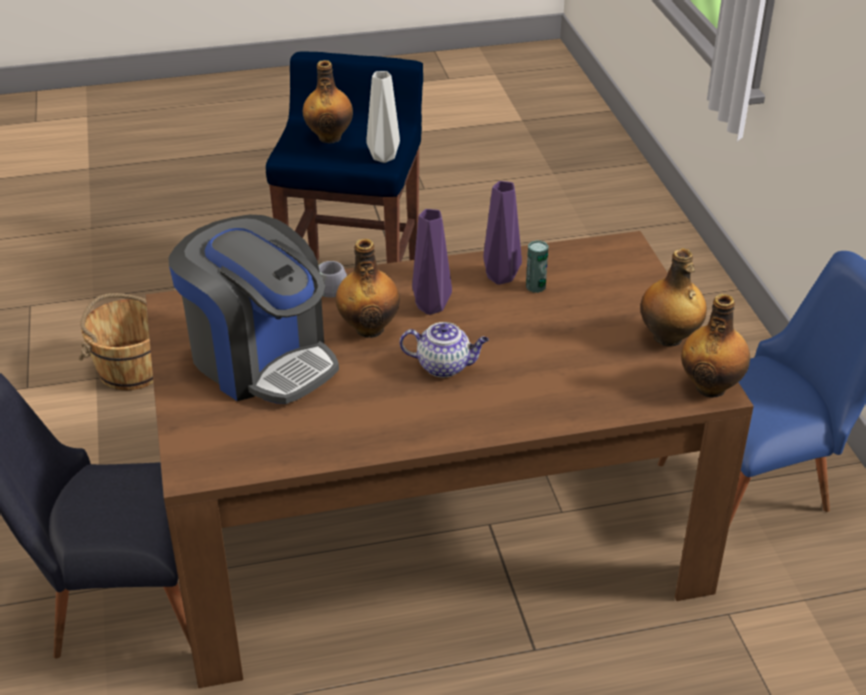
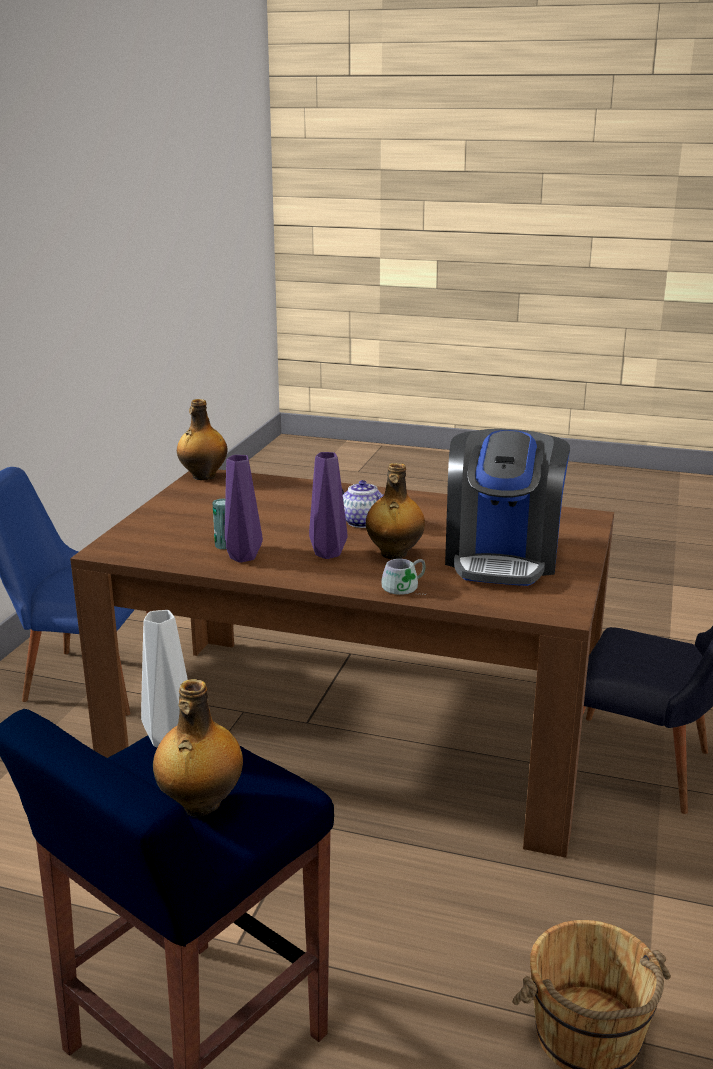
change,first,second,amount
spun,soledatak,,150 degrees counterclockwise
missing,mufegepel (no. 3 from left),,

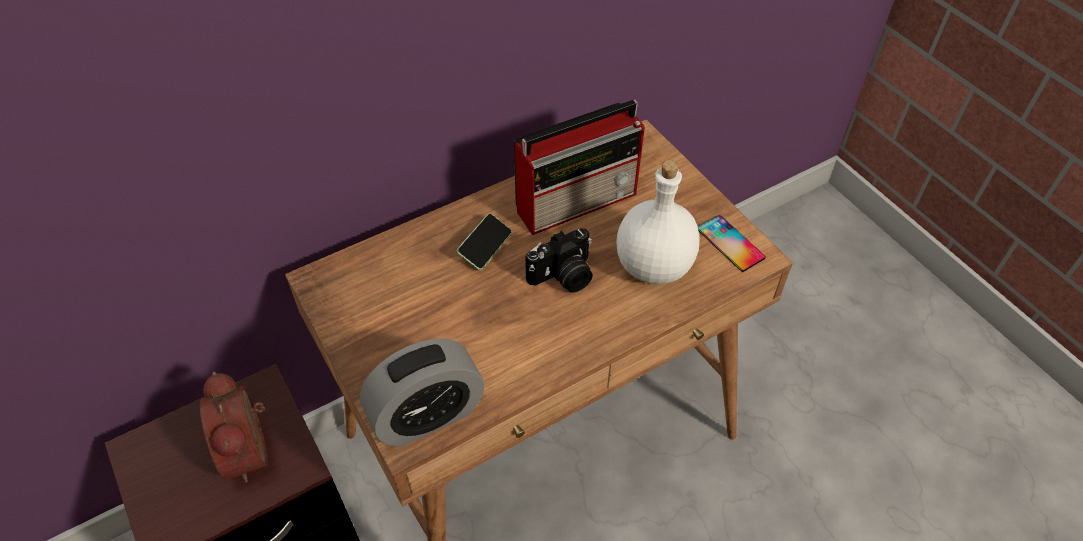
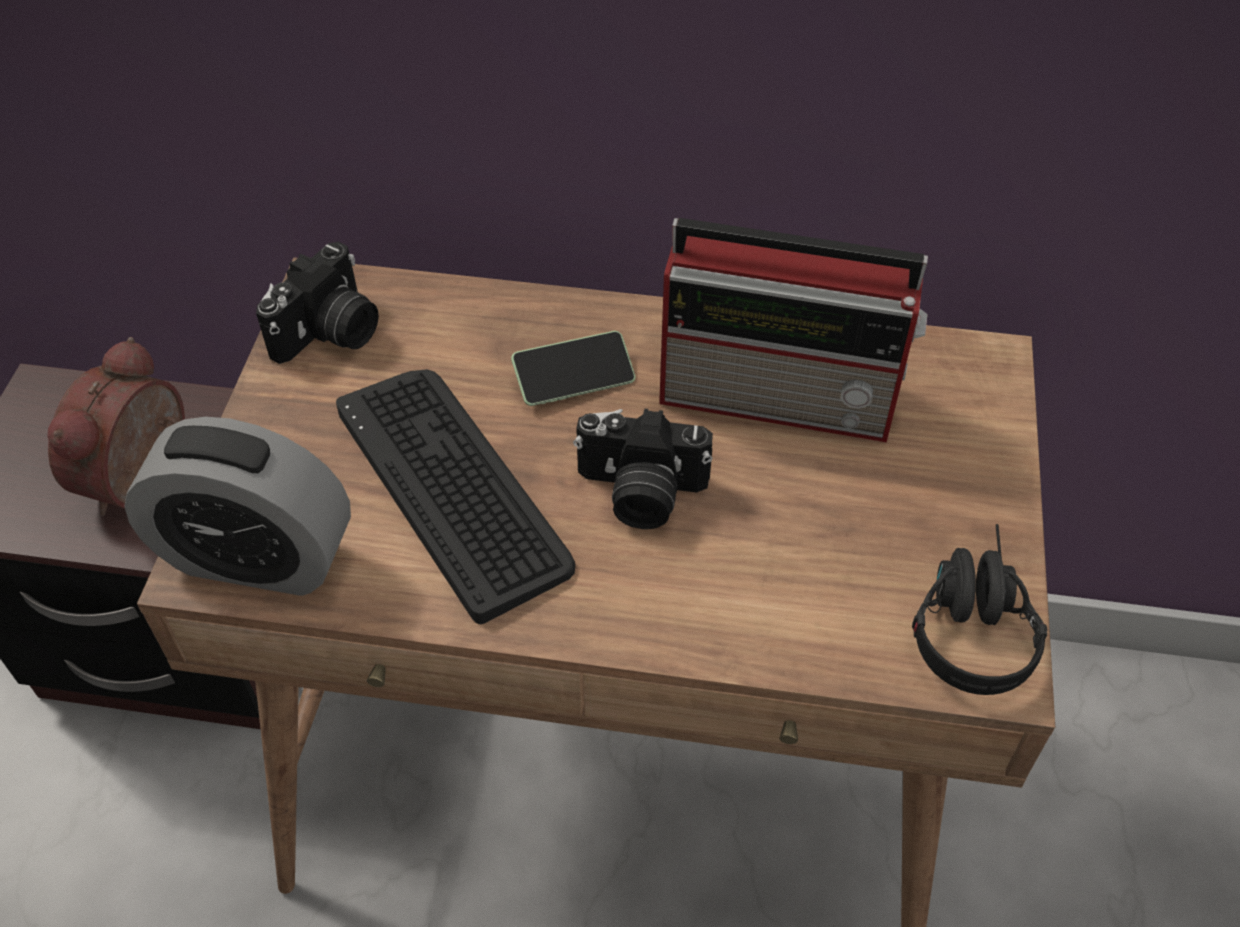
change,first,second,amount
missing,white_mufegepel,,
exchanged,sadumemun (no. 2 from left),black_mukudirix,
appeared,,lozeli (no. 1 from left),
appeared,,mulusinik,

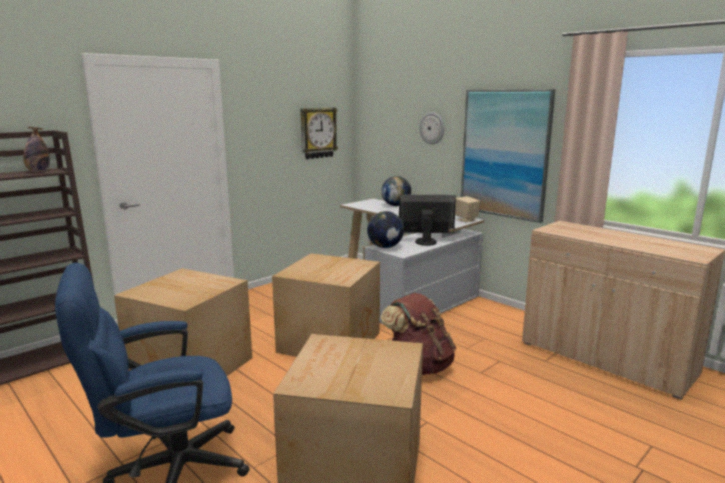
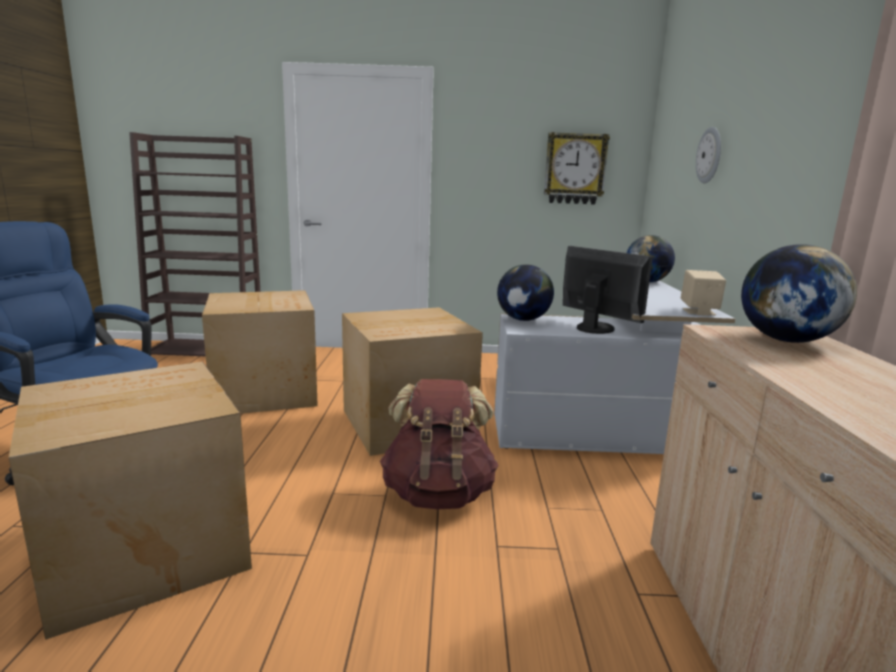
change,first,second,amount
missing,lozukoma,,
missing,mufegepel,,
appeared,,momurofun (no. 3 from left),

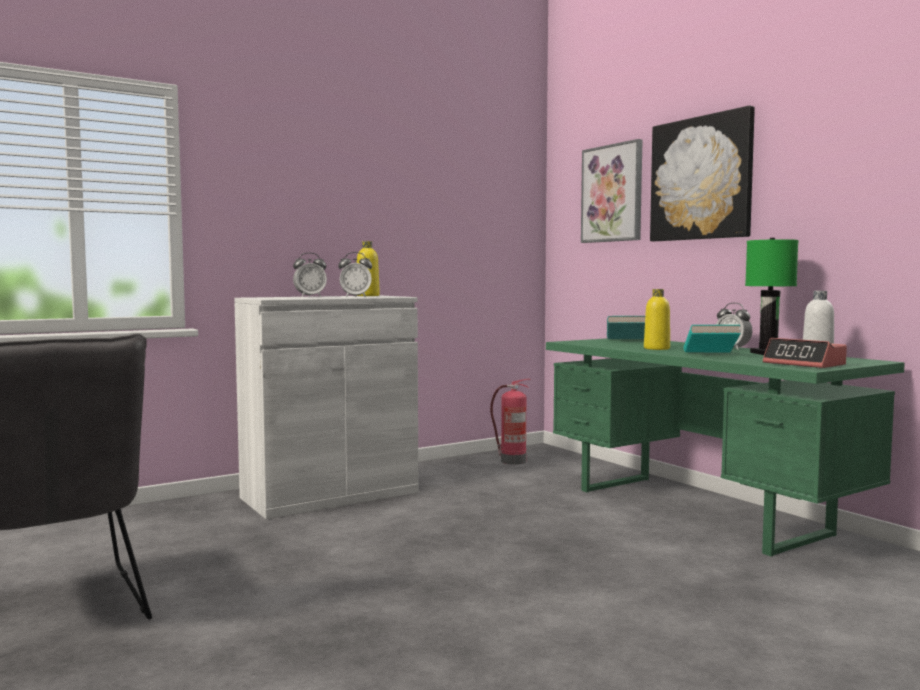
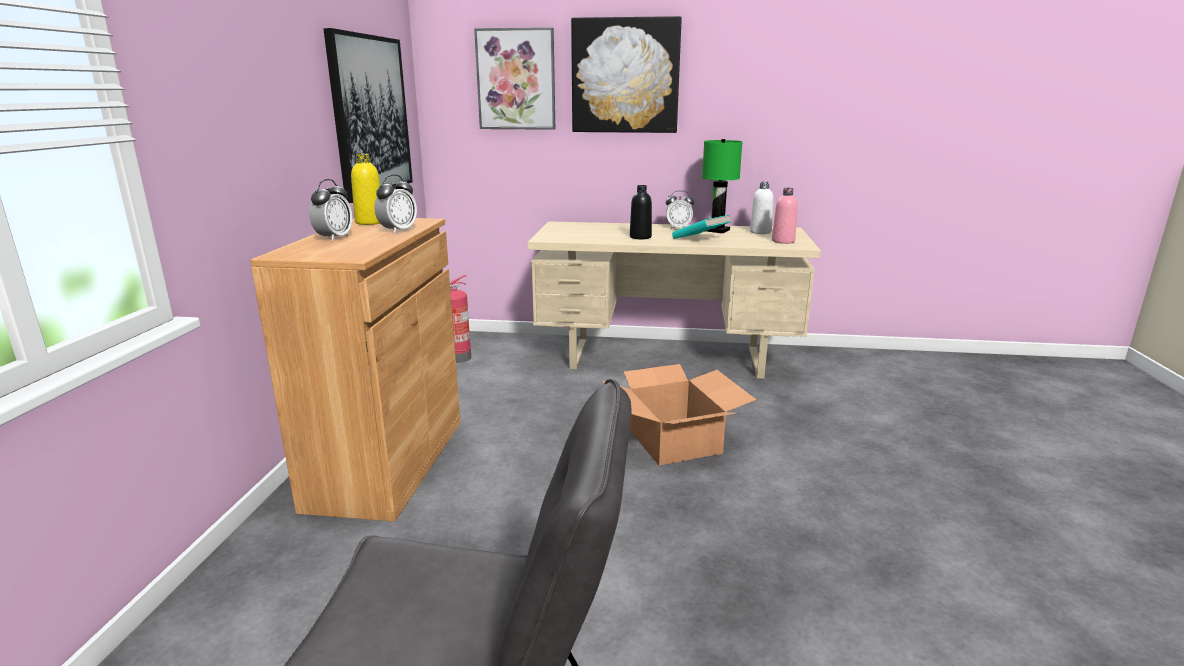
change,first,second,amount
colour,yellow_mufegepel (no. 2 from left),black_mufegepel,
colour,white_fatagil,brown_fatagil,
missing,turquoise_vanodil (no. 1 from left),,
colour,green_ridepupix,beige_ridepupix,
exchanged,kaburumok (no. 4 from left),pink_mufegepel,
appeared,,lozukoma (no. 1 from left),
appeared,,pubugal,

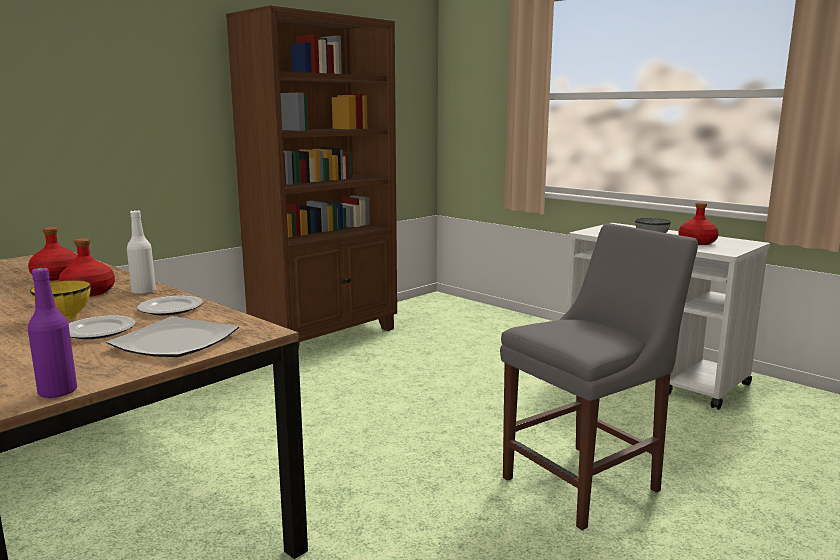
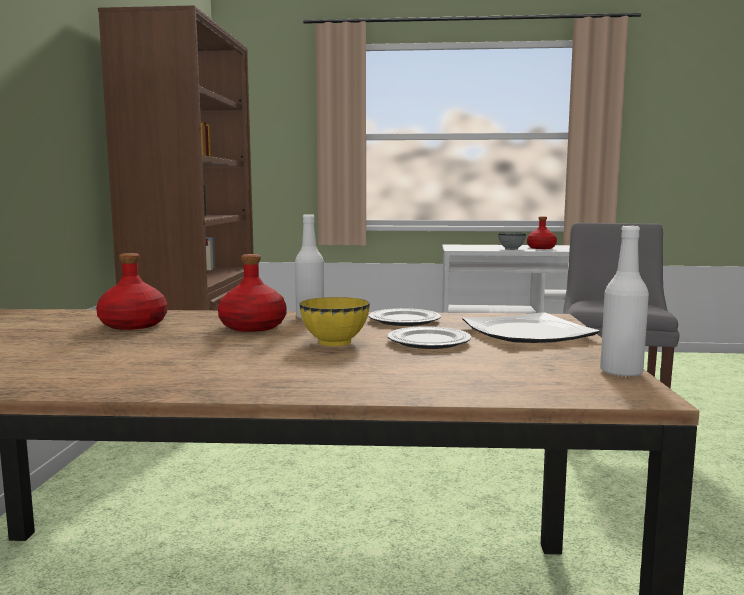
change,first,second,amount
colour,purple_mufegepel,white_mufegepel (no. 2 from left),

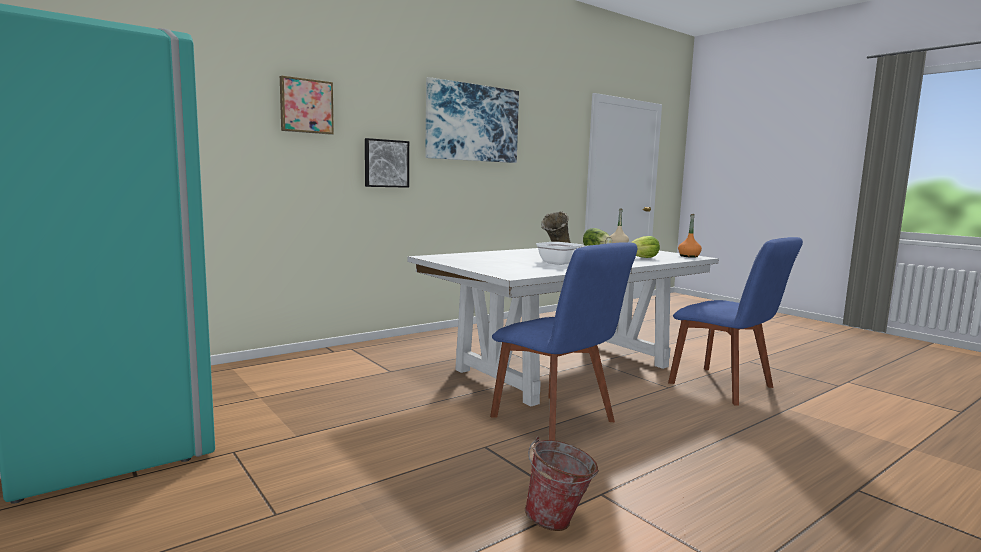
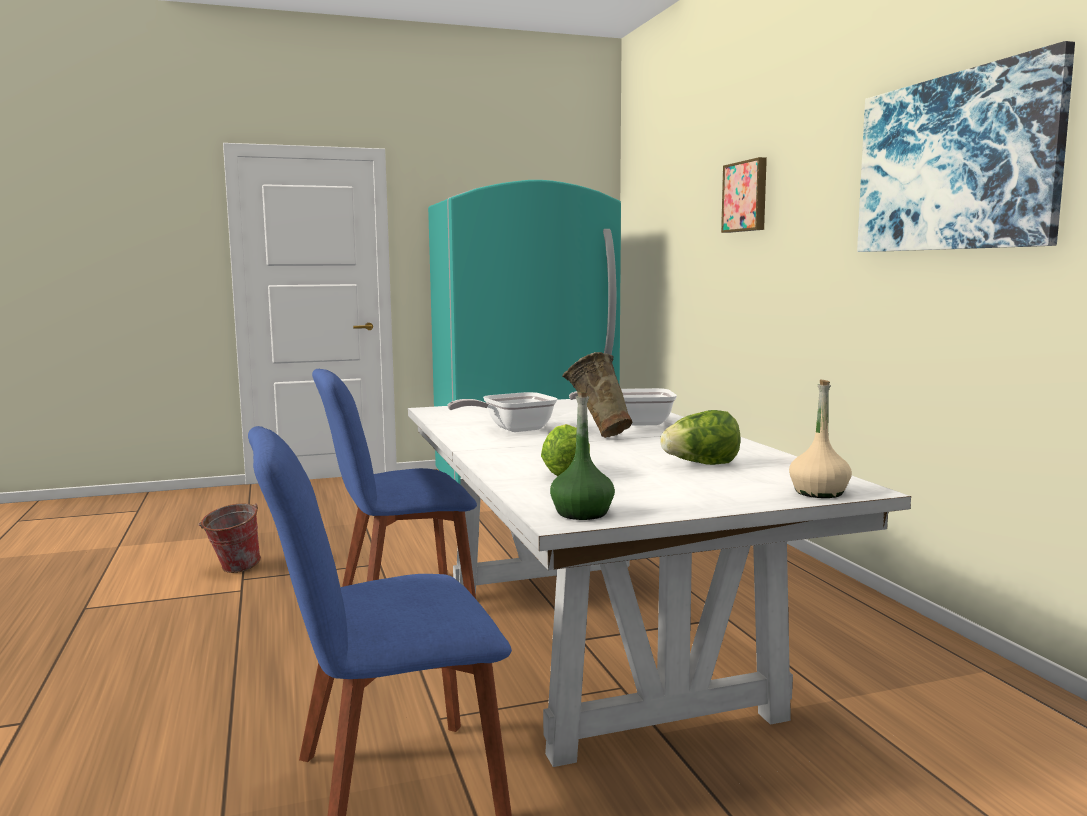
change,first,second,amount
missing,lozukoma (no. 2 from left),,
colour,orange_mufegepel,green_mufegepel,
appeared,,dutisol (no. 2 from left),

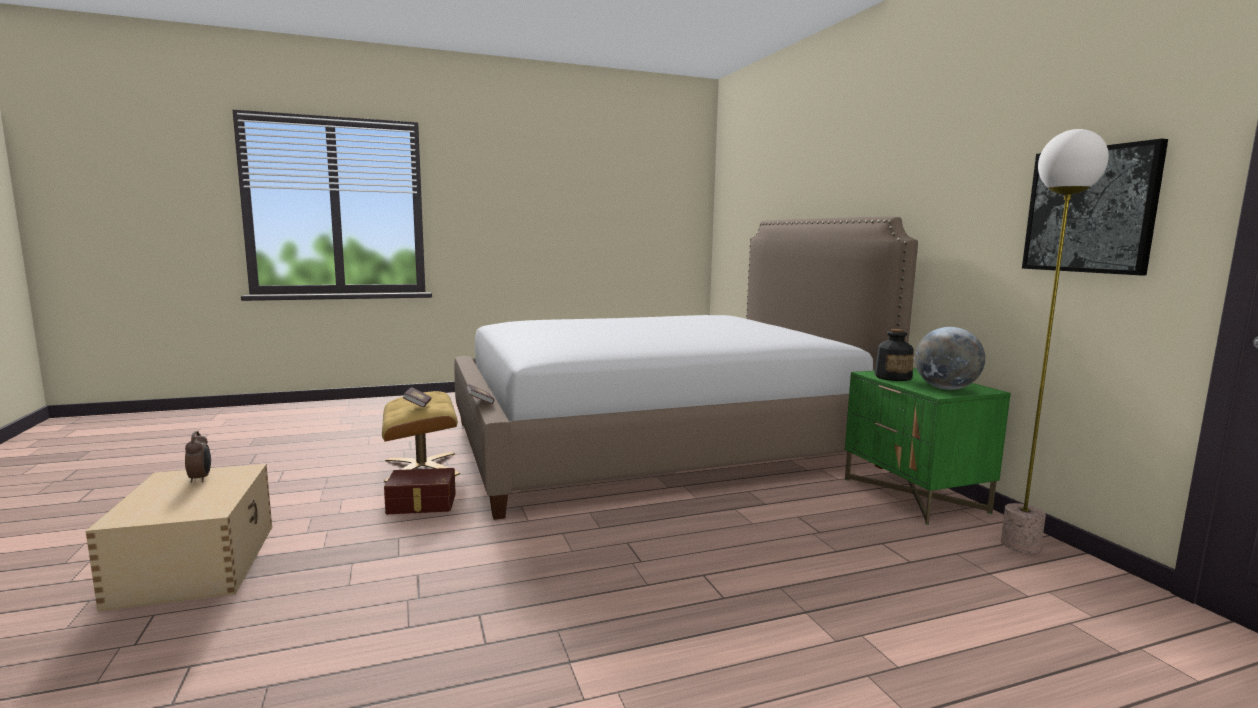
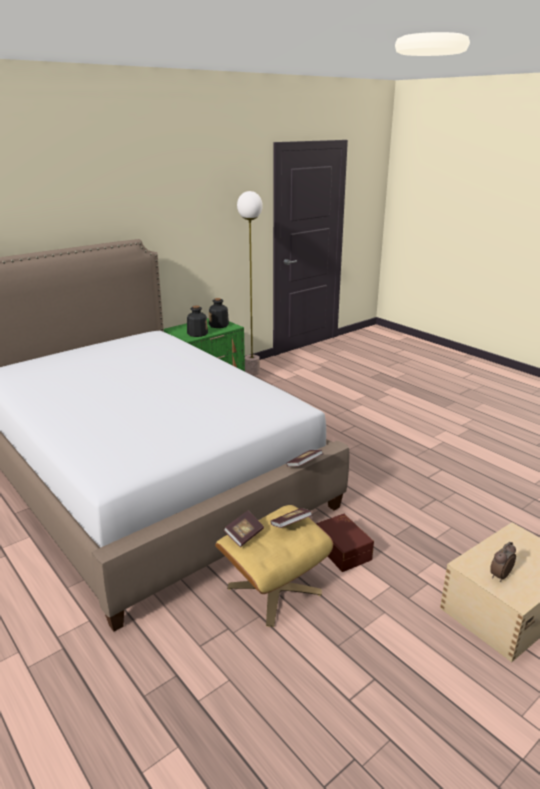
change,first,second,amount
missing,lozukoma,,
exchanged,momurofun,mufegepel (no. 2 from left),
appeared,,vanodil (no. 1 from left),

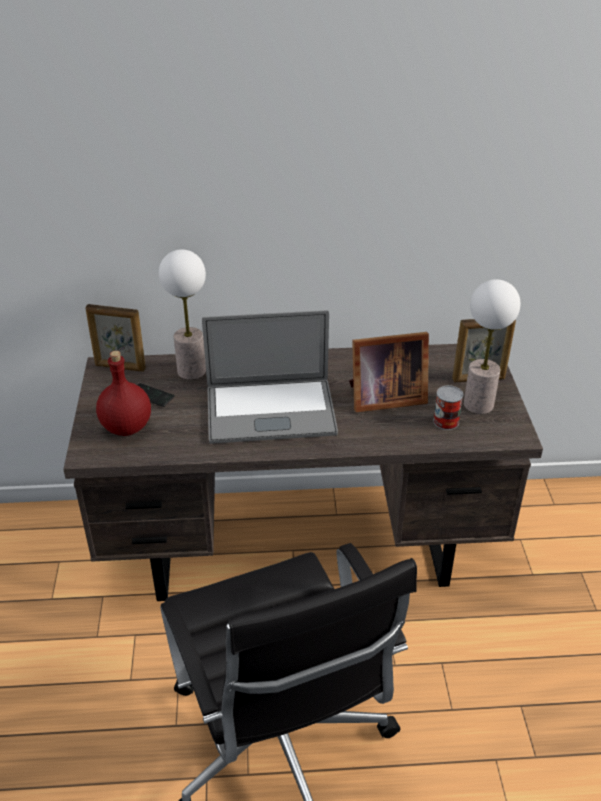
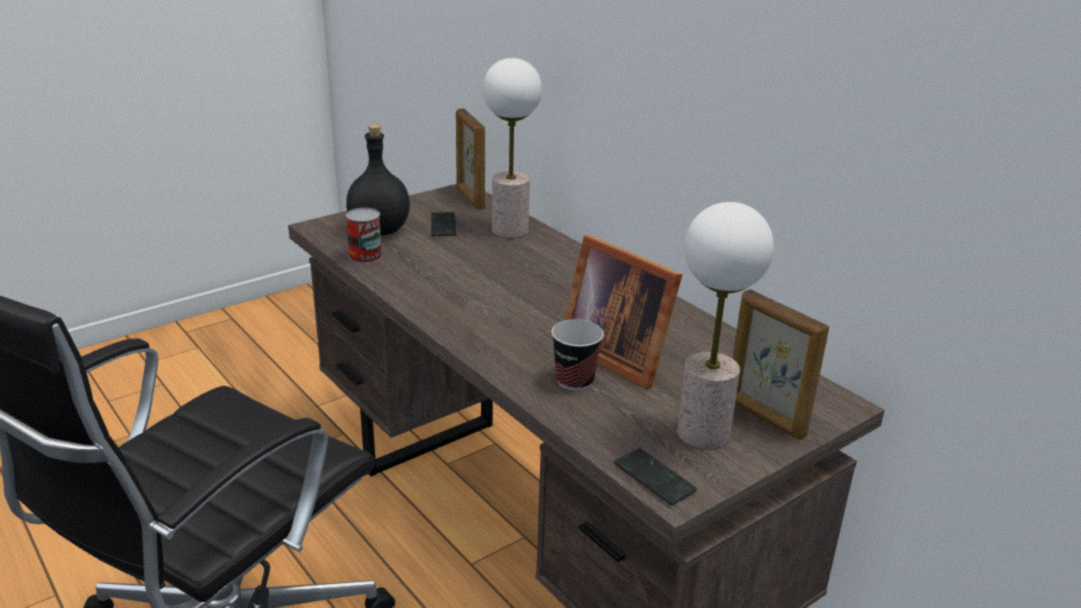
change,first,second,amount
missing,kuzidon,,
colour,red_mufegepel,black_mufegepel,
relocated,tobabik,,
appeared,,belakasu,
appeared,,sadumemun (no. 2 from left),

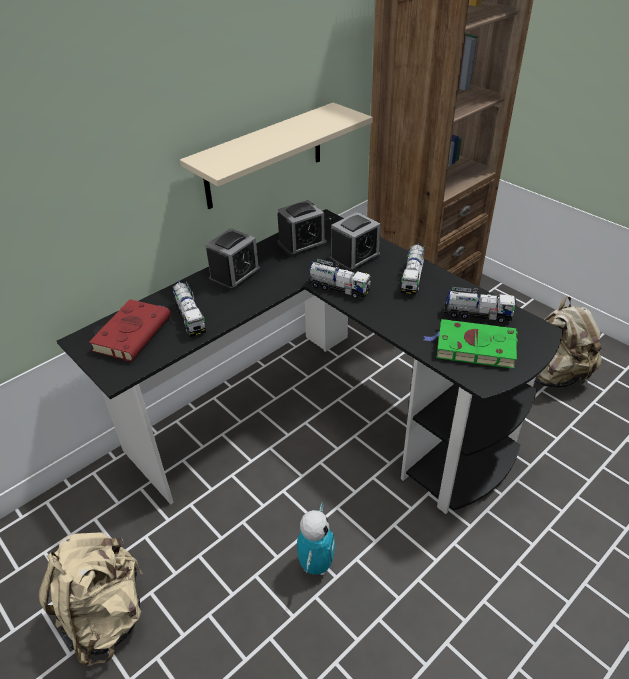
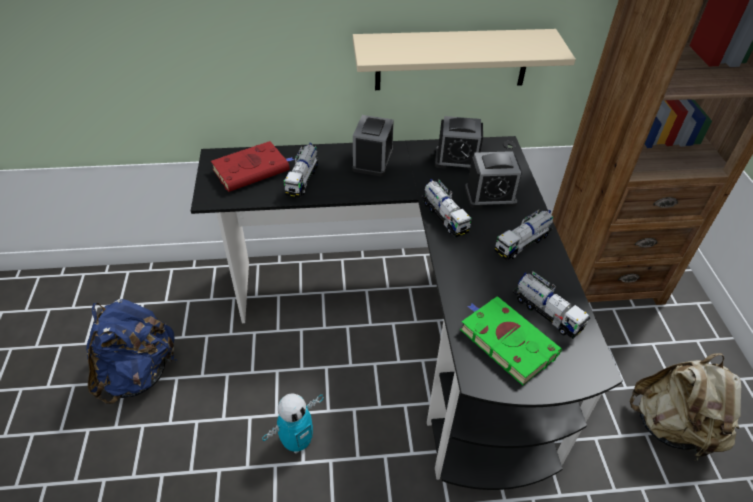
change,first,second,amount
spun,kaburumok (no. 1 from left),,120 degrees clockwise
colour,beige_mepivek (no. 1 from left),blue_mepivek,

